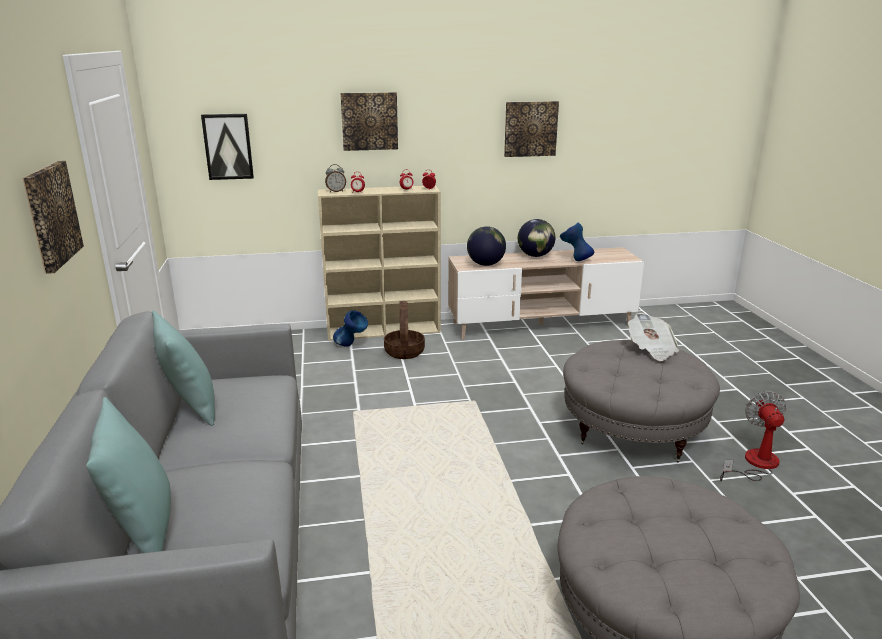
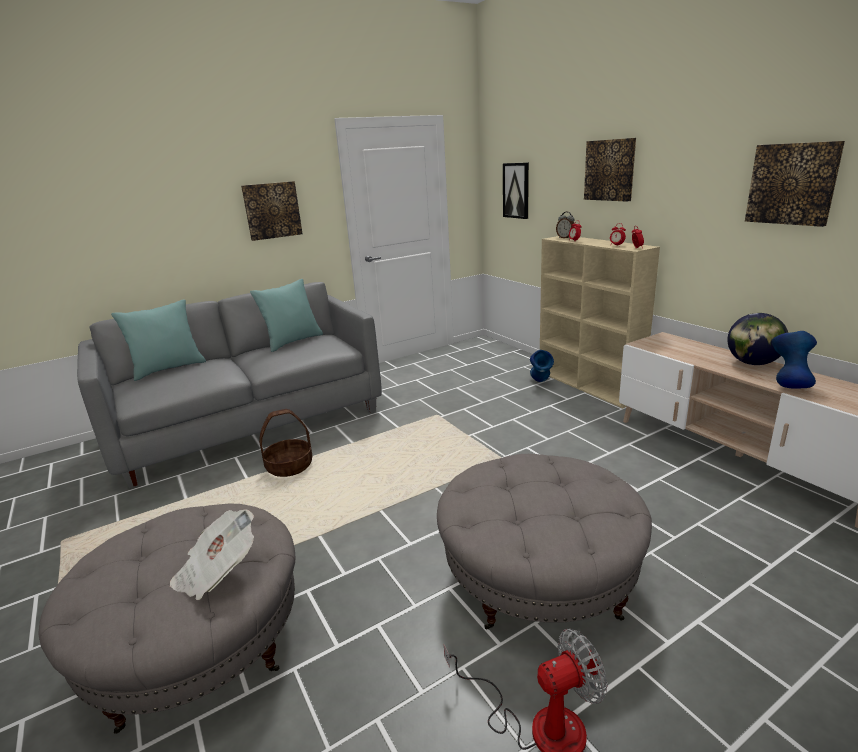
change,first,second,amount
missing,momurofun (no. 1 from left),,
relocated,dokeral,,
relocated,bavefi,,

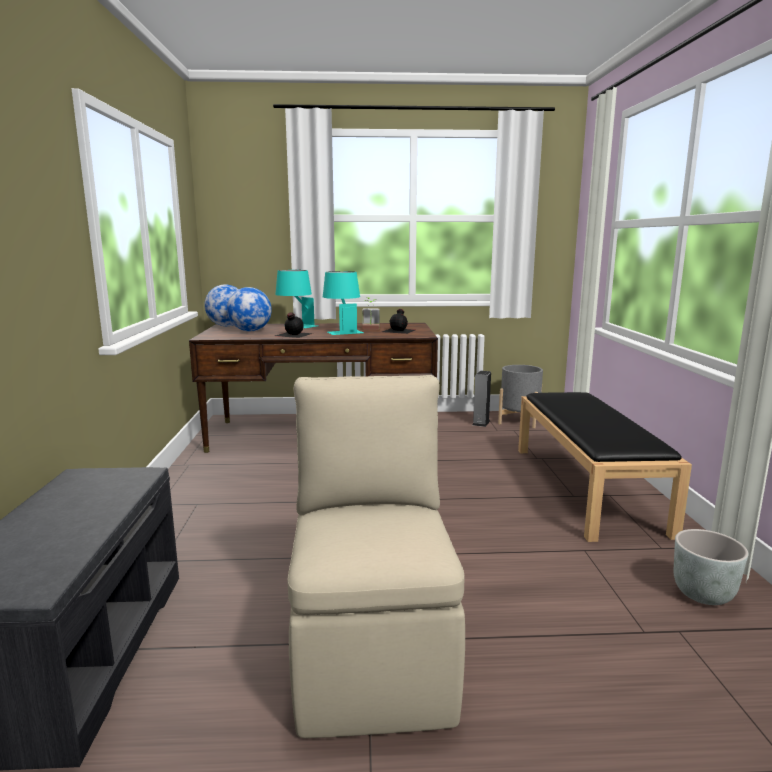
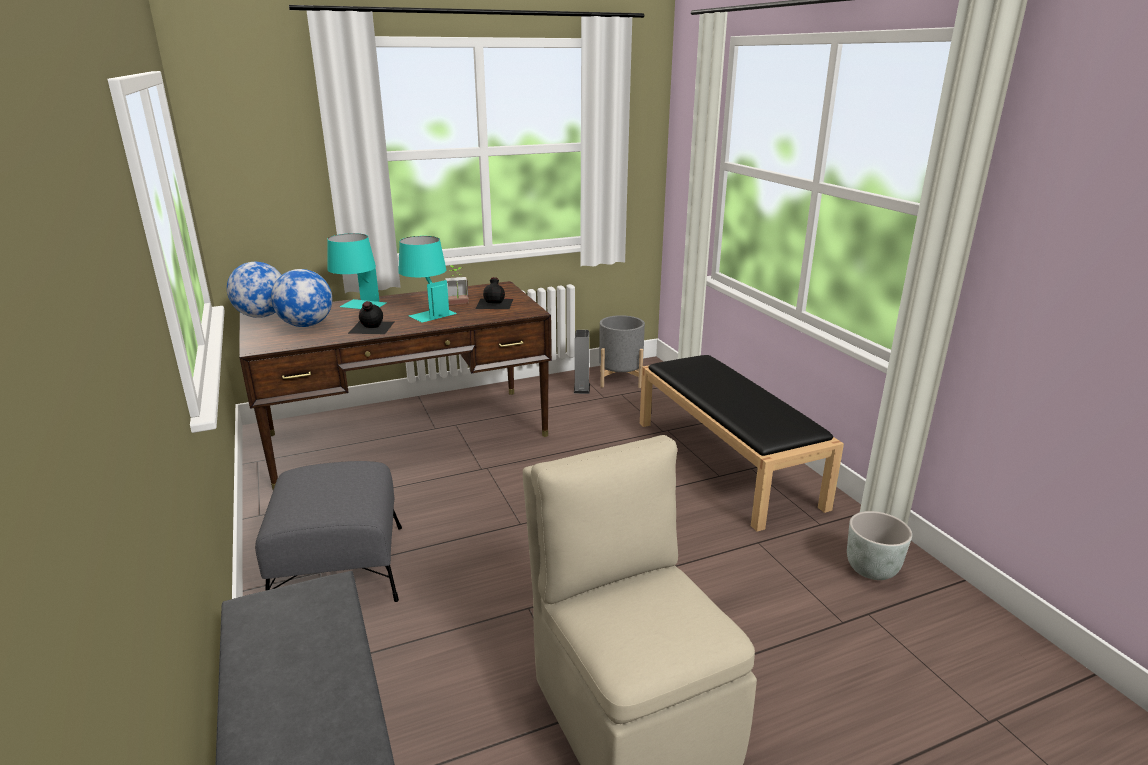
change,first,second,amount
appeared,,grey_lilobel,

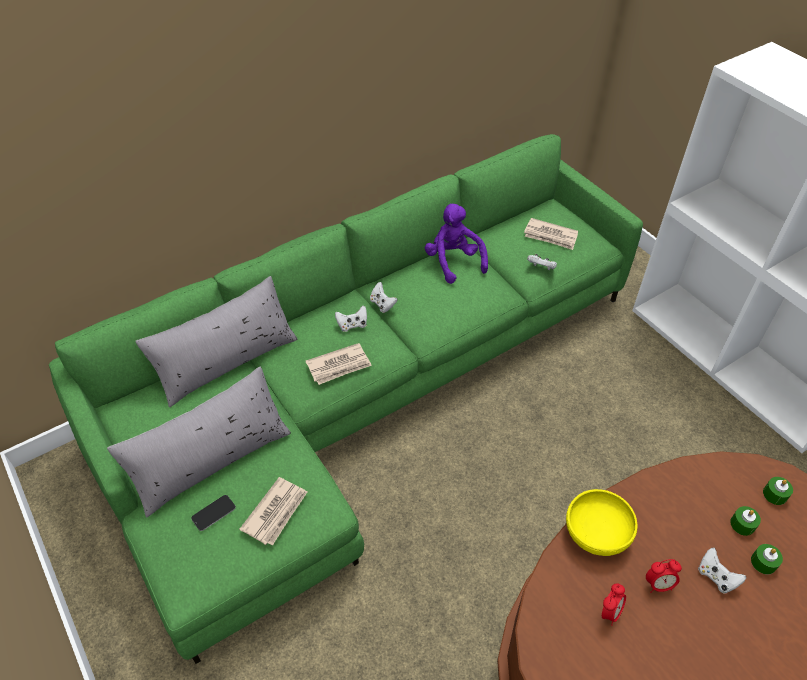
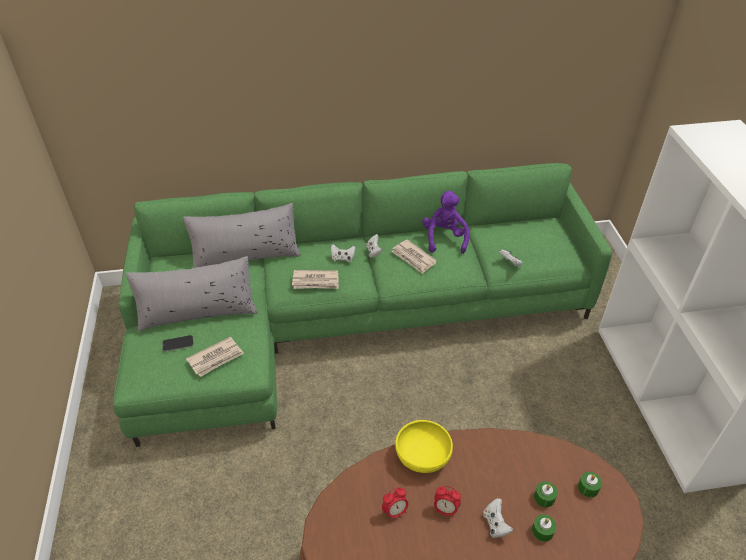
change,first,second,amount
relocated,bavefi (no. 3 from left),,

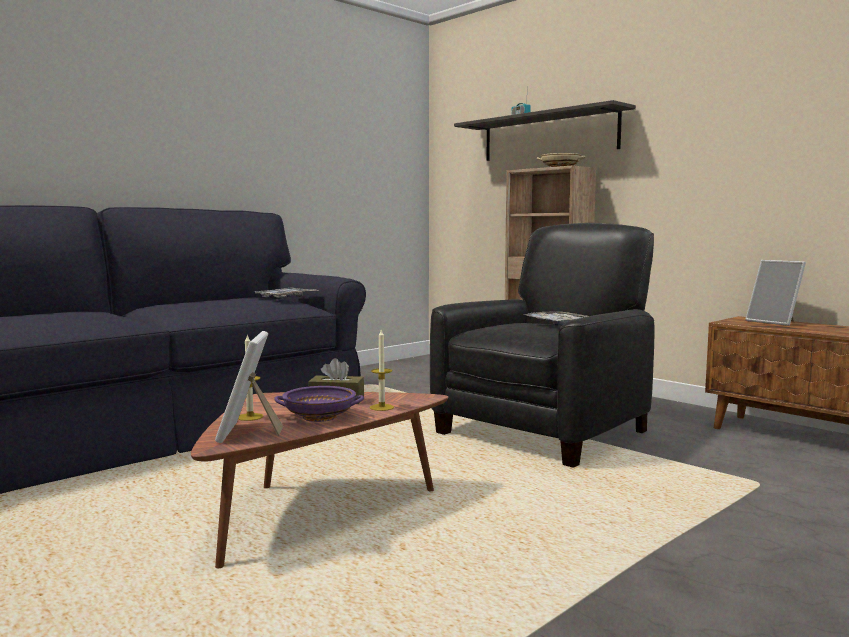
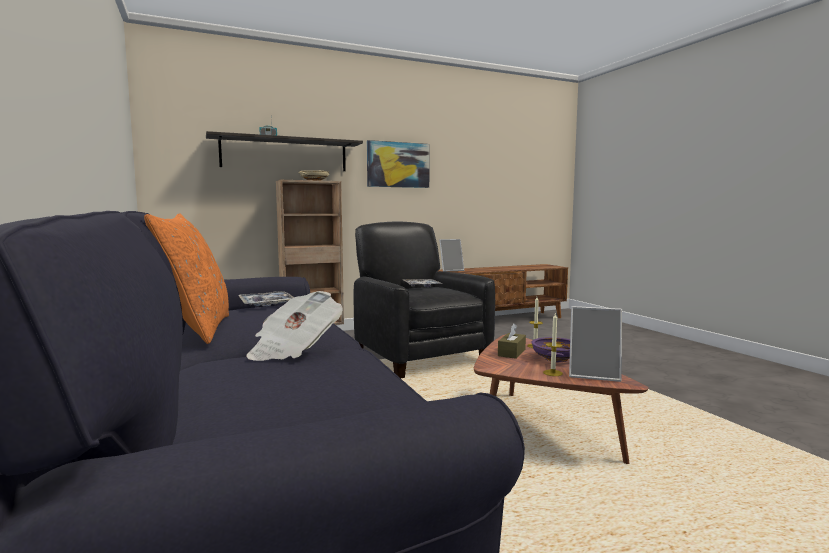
change,first,second,amount
appeared,,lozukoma,
appeared,,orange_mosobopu,
appeared,,bavefi,

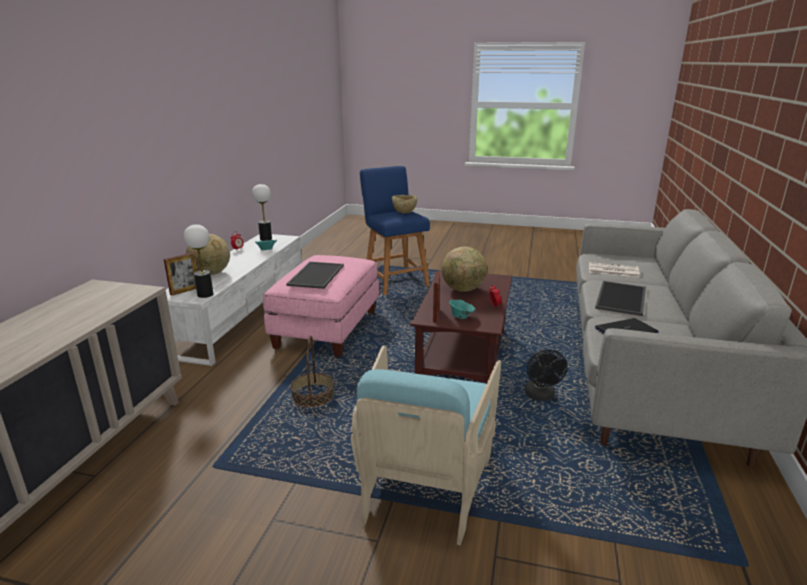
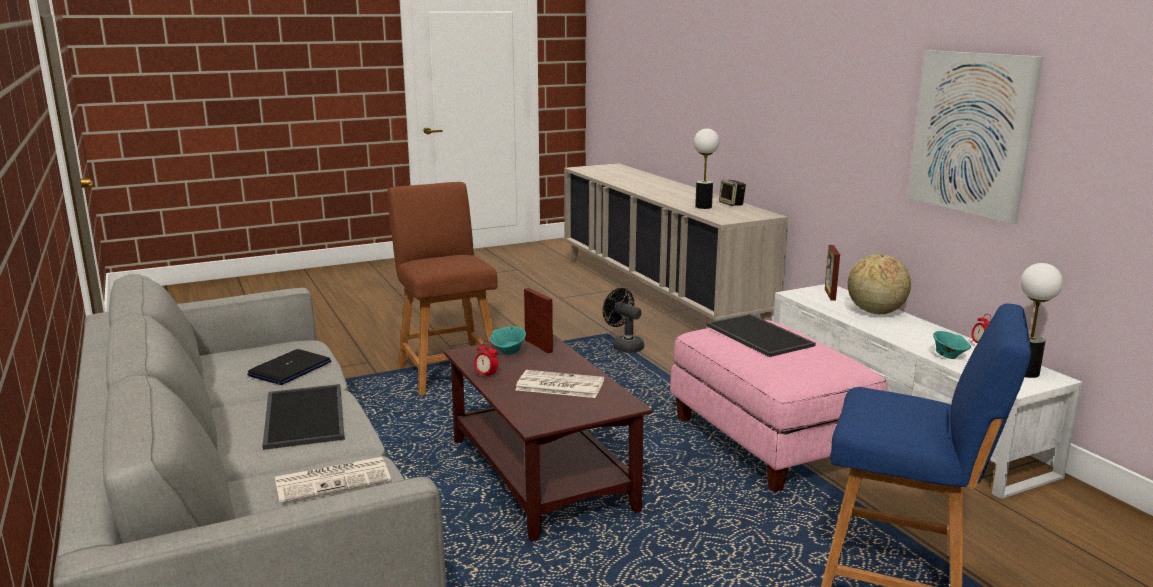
change,first,second,amount
missing,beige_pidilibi,,
relocated,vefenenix (no. 1 from left),,
exchanged,momurofun (no. 2 from left),bavefi (no. 2 from left),
missing,dokeral,,
exchanged,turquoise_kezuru,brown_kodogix,
relocated,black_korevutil,,
appeared,,lozukoma,
appeared,,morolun,

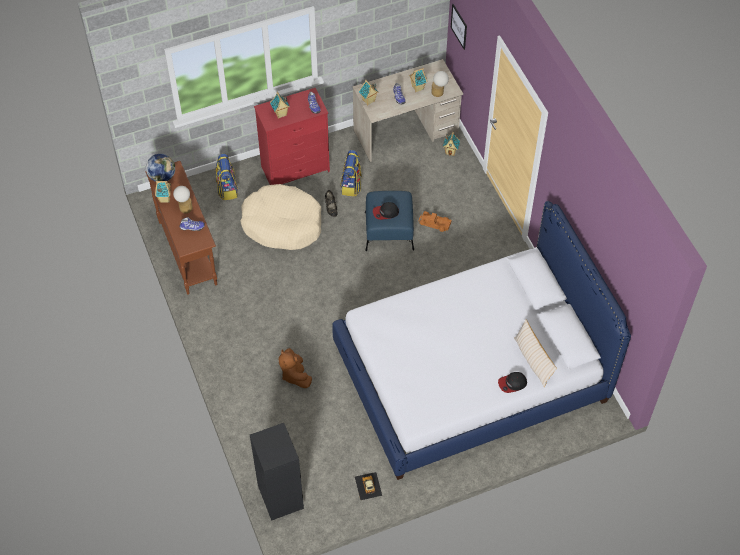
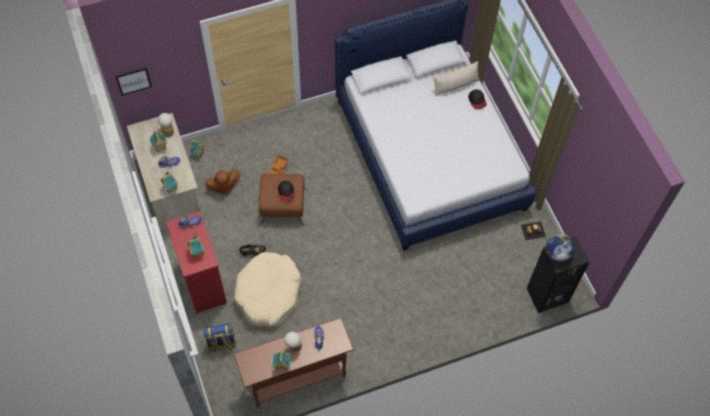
change,first,second,amount
missing,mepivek (no. 2 from left),,
relocated,momurofun,,
colour,blue_lilobel,brown_lilobel,
relocated,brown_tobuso,,

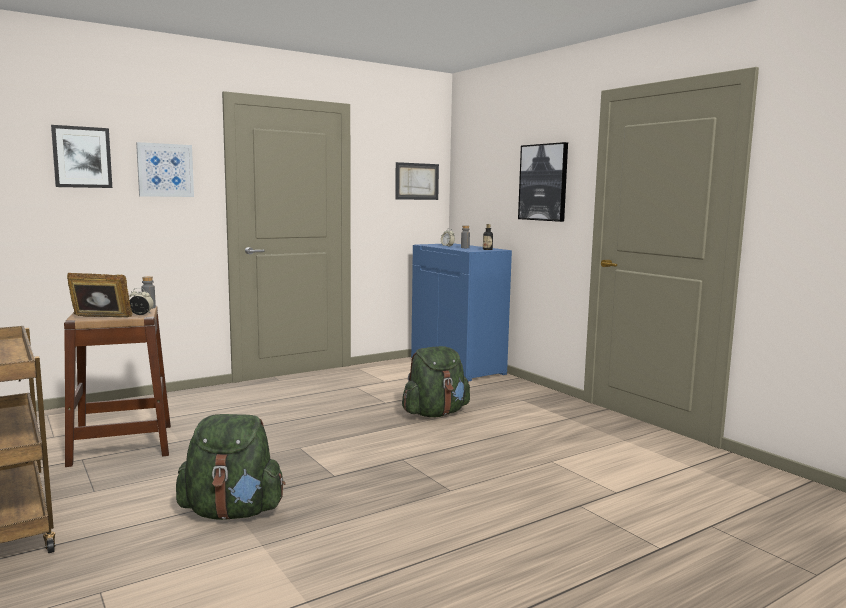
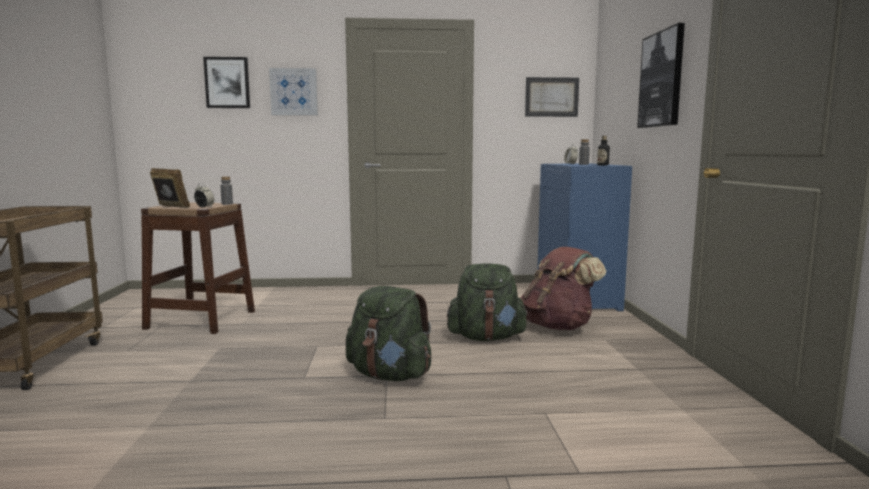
change,first,second,amount
relocated,green_mepivek (no. 1 from left),,
appeared,,brown_mepivek,

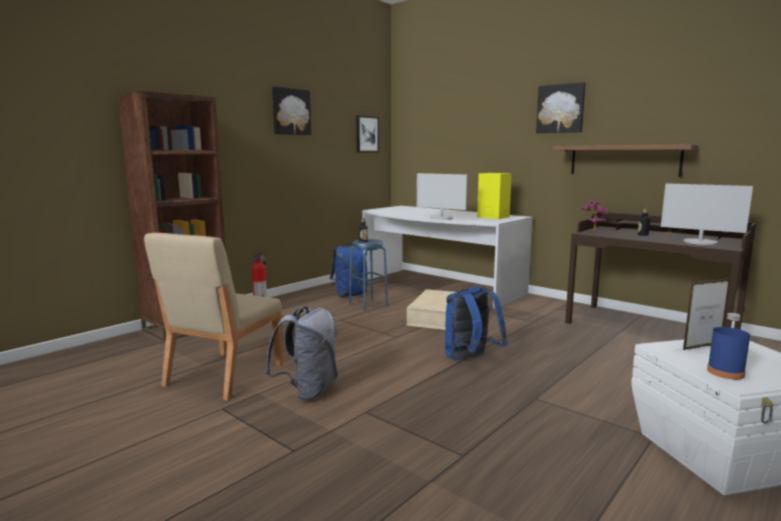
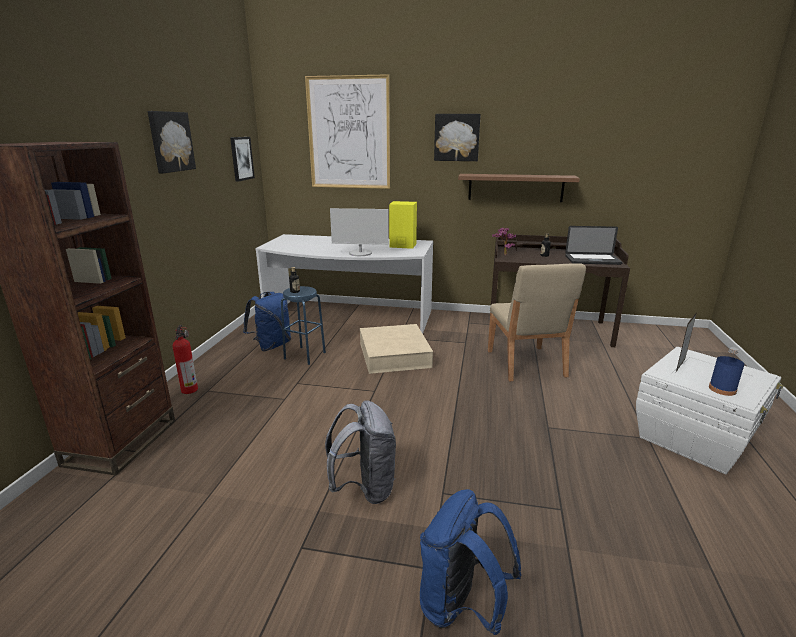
change,first,second,amount
exchanged,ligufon (no. 2 from left),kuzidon,
relocated,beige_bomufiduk,,
relocated,blue_mepivek (no. 2 from left),,
appeared,,lozukoma (no. 3 from left),

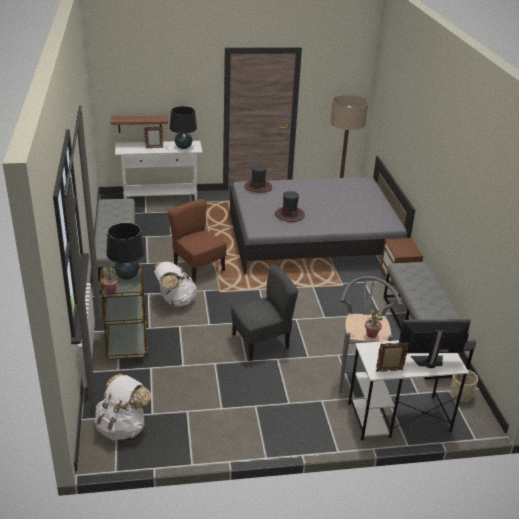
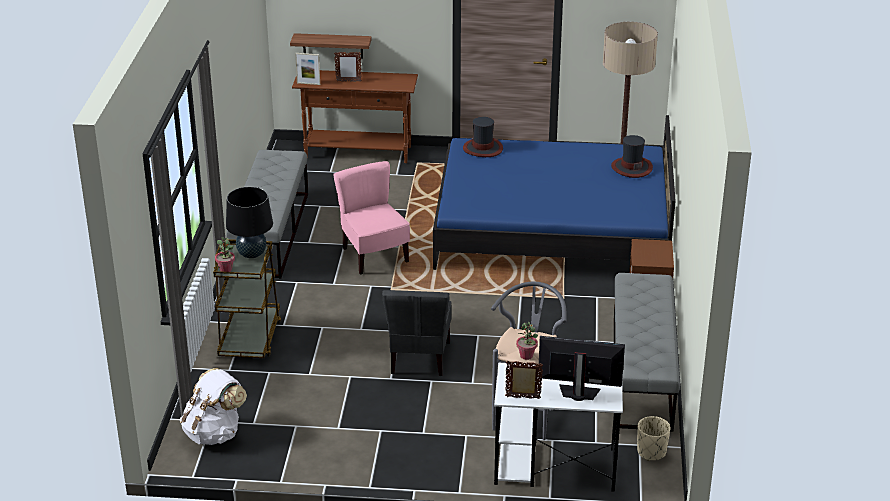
change,first,second,amount
missing,black_vefenenix (no. 2 from left),,
colour,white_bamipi,brown_bamipi,
colour,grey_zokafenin,blue_zokafenin,
relocated,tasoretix (no. 2 from left),,
colour,brown_bomufiduk,pink_bomufiduk,
missing,white_mepivek (no. 2 from left),,
spun,grey_bomufiduk,,105 degrees clockwise
appeared,,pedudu (no. 1 from left),

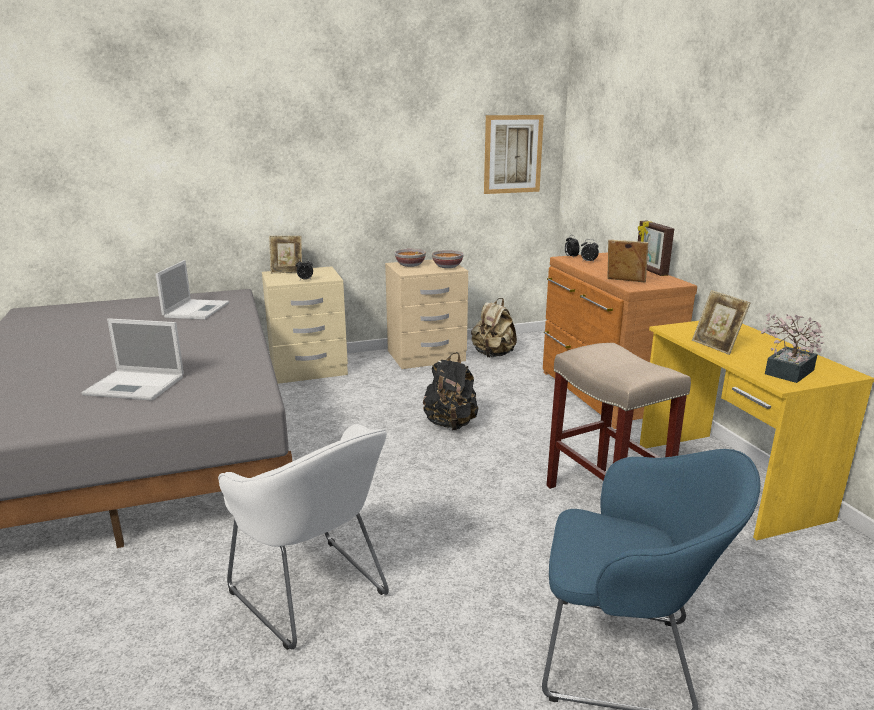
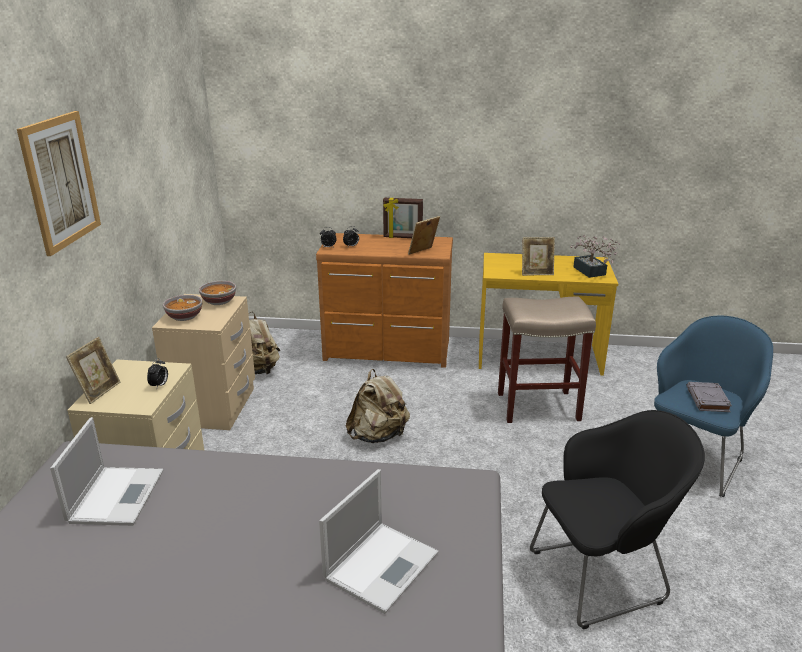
change,first,second,amount
relocated,lozukoma,,
spun,kuzidon (no. 2 from left in the first image),kuzidon (no. 1 from left),60 degrees clockwise
colour,black_mepivek,beige_mepivek (no. 2 from left),
colour,white_kezuru,black_kezuru,
appeared,,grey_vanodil,

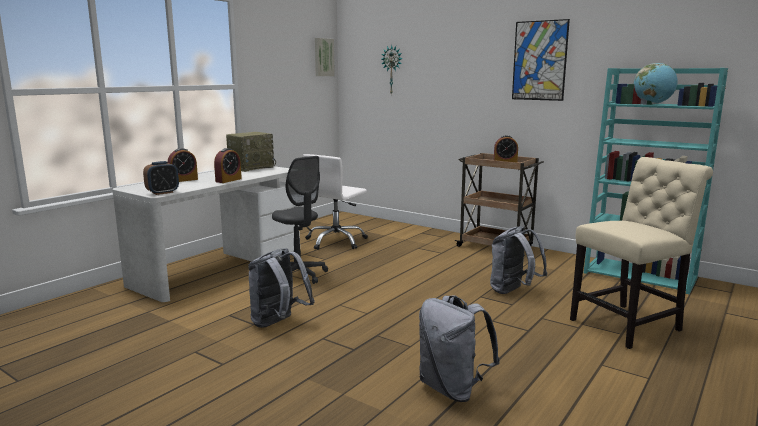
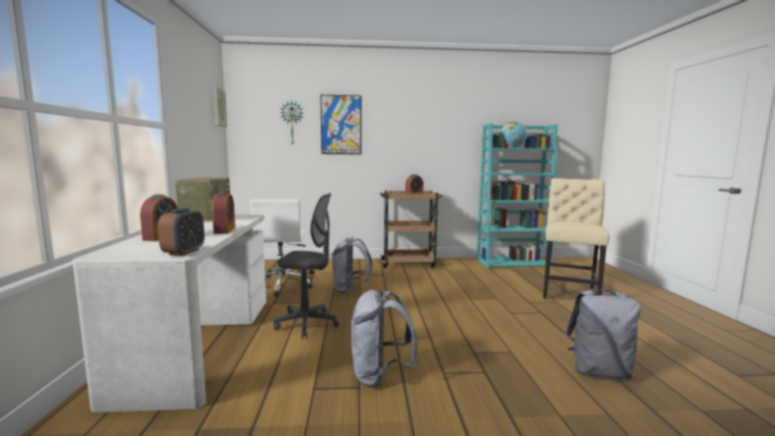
change,first,second,amount
relocated,lozukoma (no. 2 from left),,
relocated,grey_mepivek (no. 3 from left in the first image),grey_mepivek (no. 1 from left),

